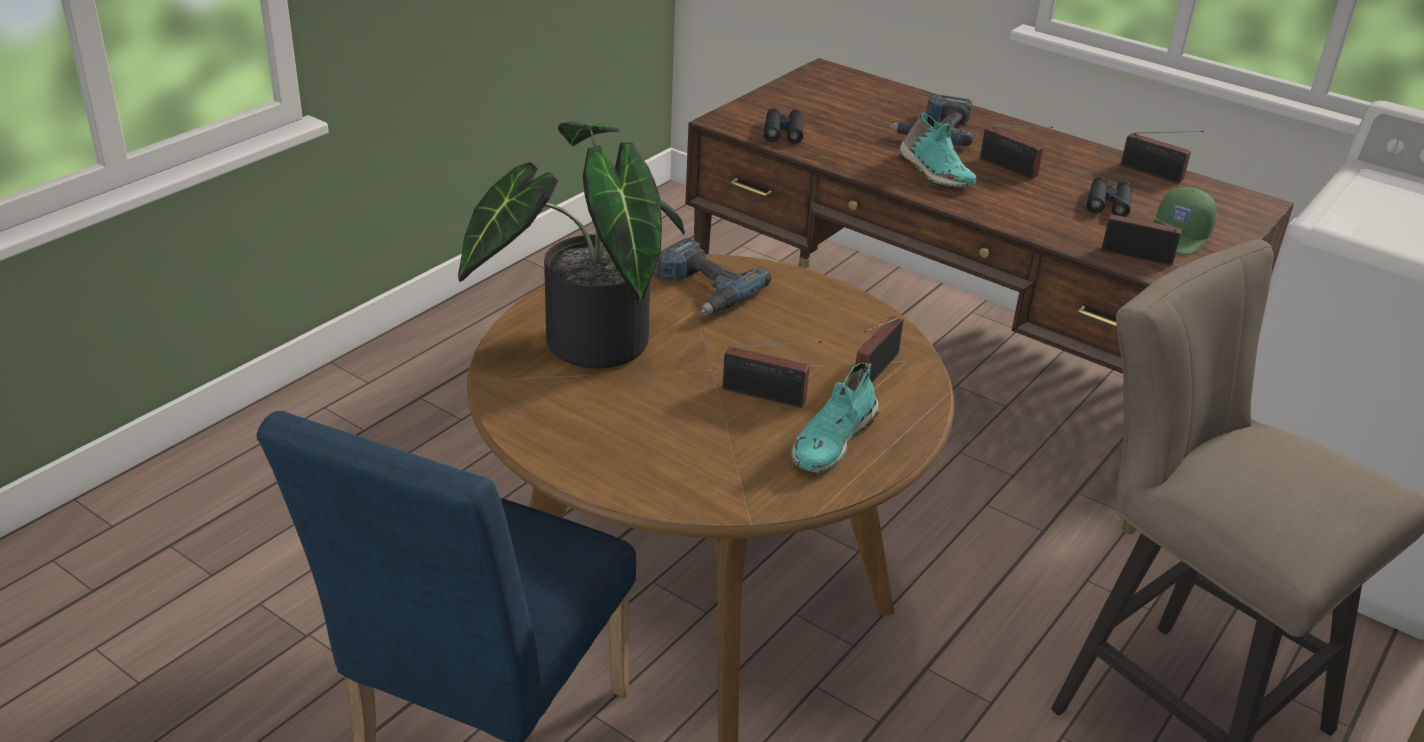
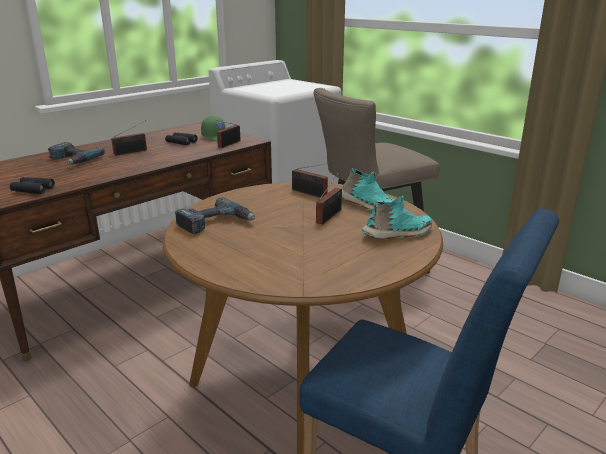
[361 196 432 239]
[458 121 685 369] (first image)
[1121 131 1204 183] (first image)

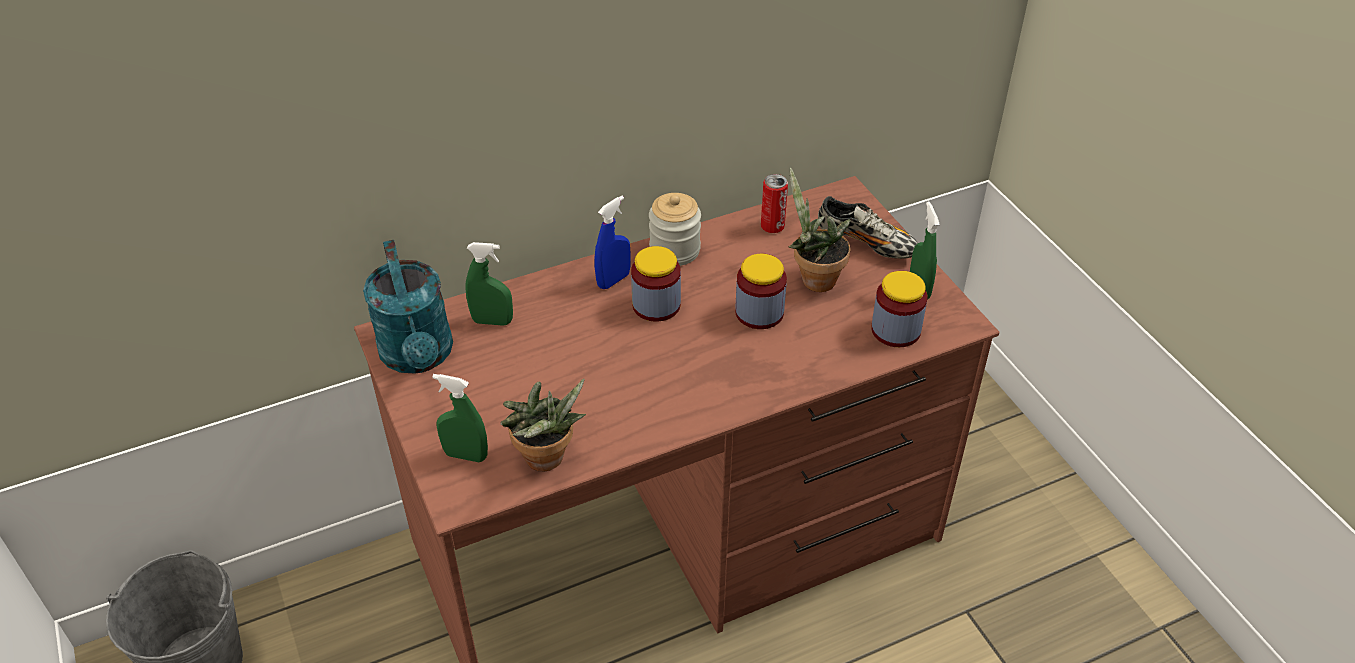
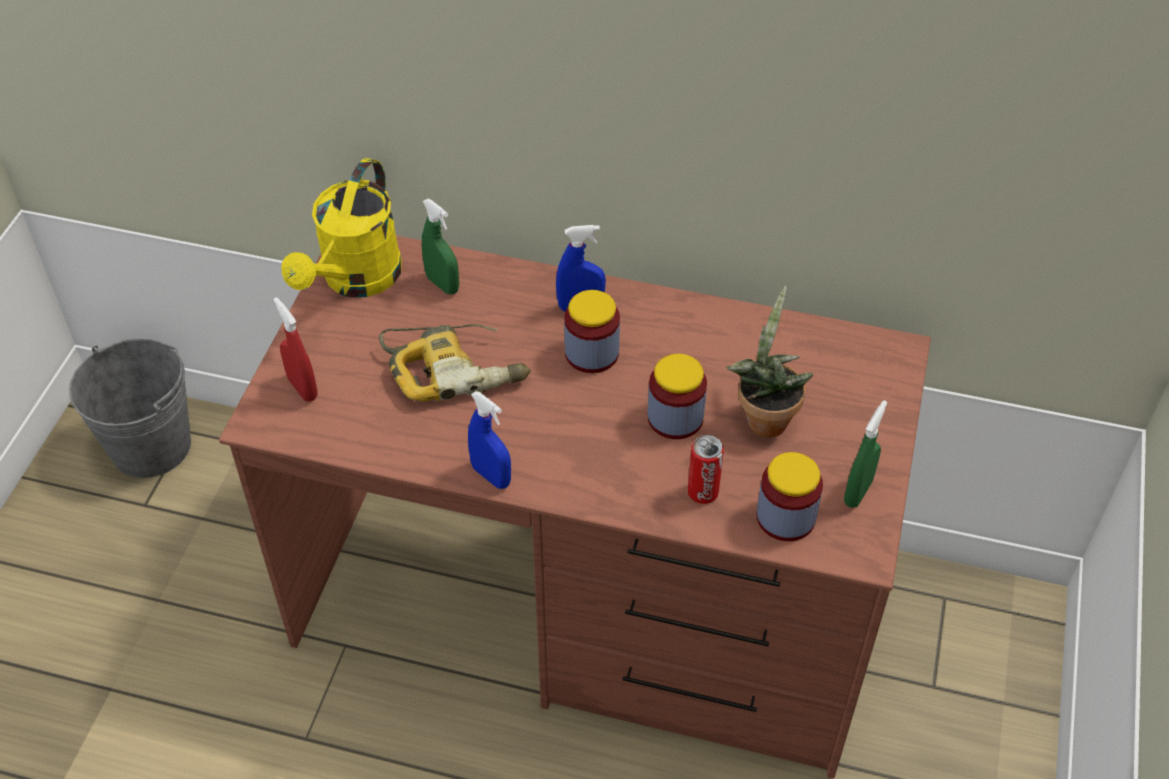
[688 435 724 504]
[649 193 701 266] (first image)
[818 196 918 259] (first image)
[281 158 402 298]
[273 297 318 402]
[501 379 586 471] (first image)
[379 324 531 402]
[468 391 511 489]

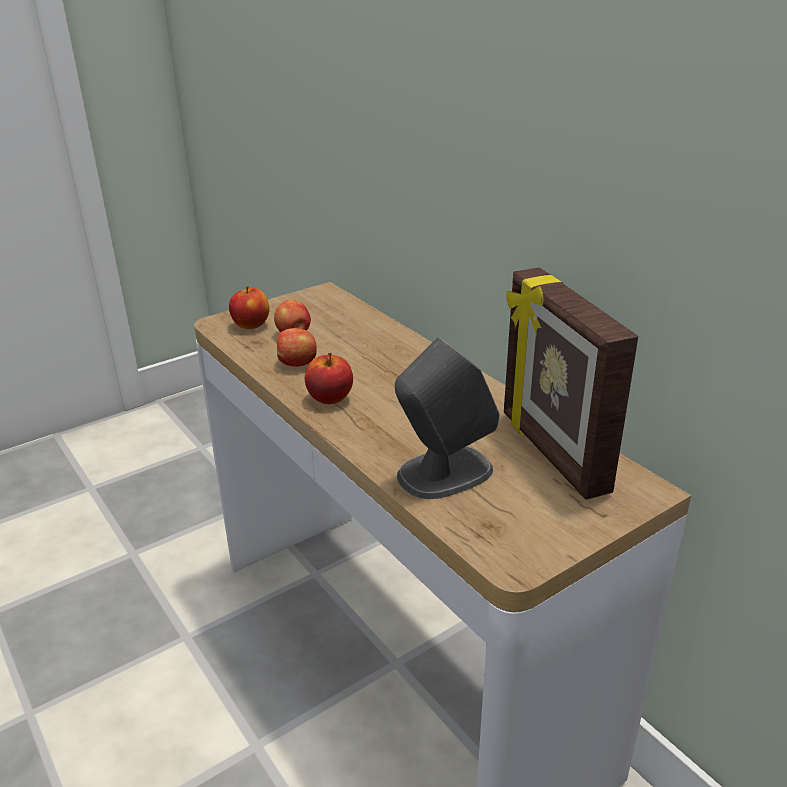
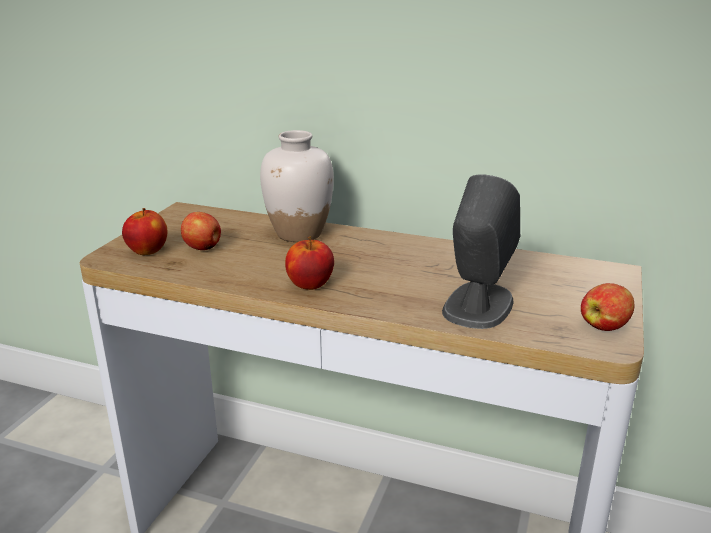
[504 267 638 500] (first image)
[581 283 634 331]
[260 130 334 242]

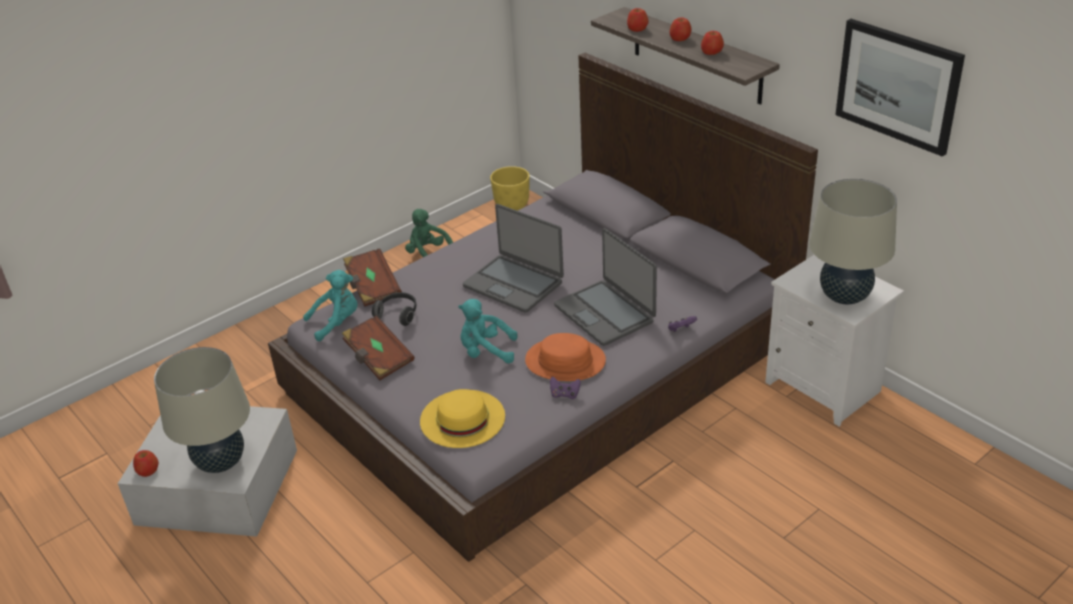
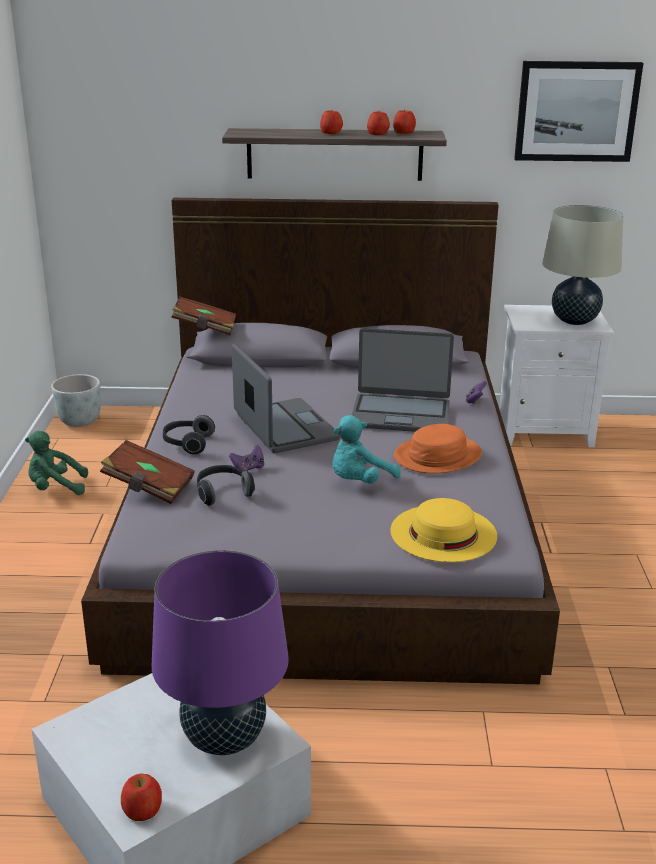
[393 109 416 134]
[51 374 101 427]
[232 344 340 453]
[303 270 358 341] (first image)
[171 296 236 335]
[152 550 289 755]
[229 445 264 471]
[163 415 215 454]

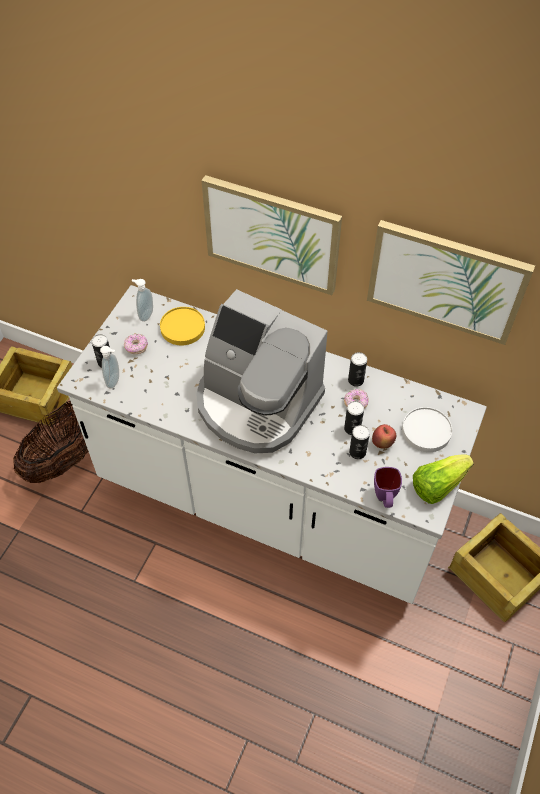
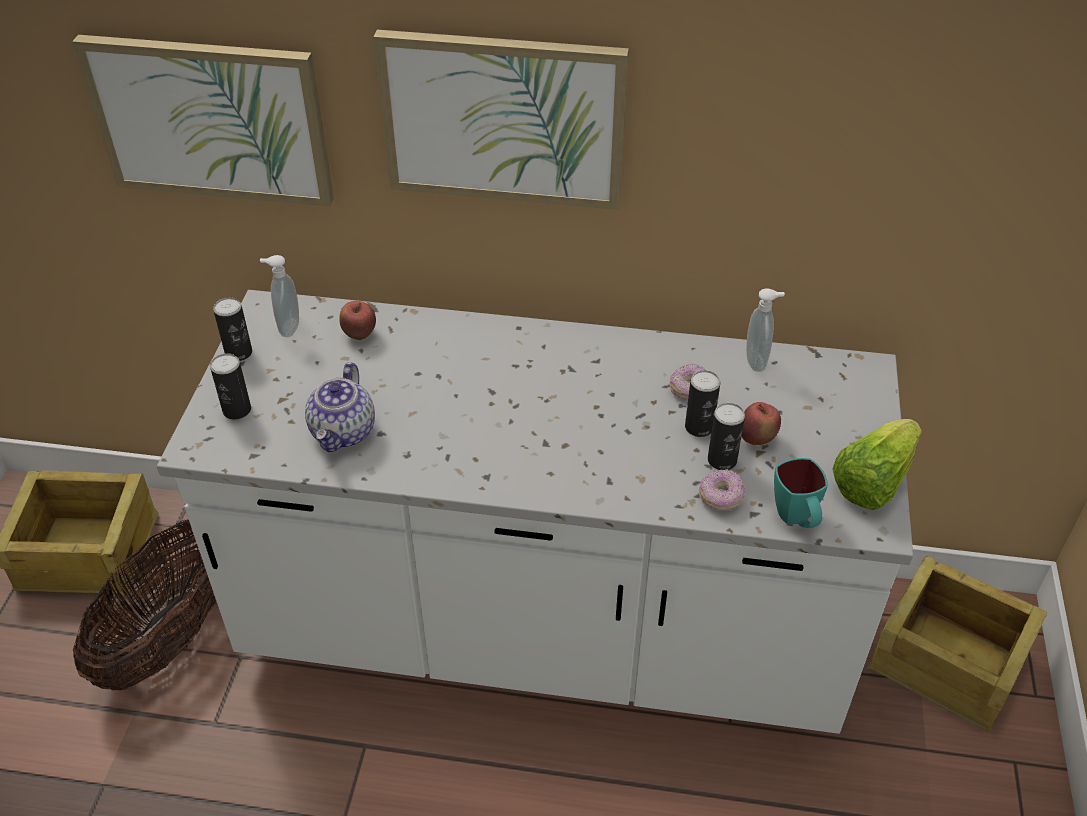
[72 35 334 207]
[196 289 327 453] (first image)
[339 301 376 340]
[699 469 745 510]
[746 288 785 372]
[213 297 252 361]
[402 407 452 452] (first image)
[774 458 828 528]
[305 362 375 452]

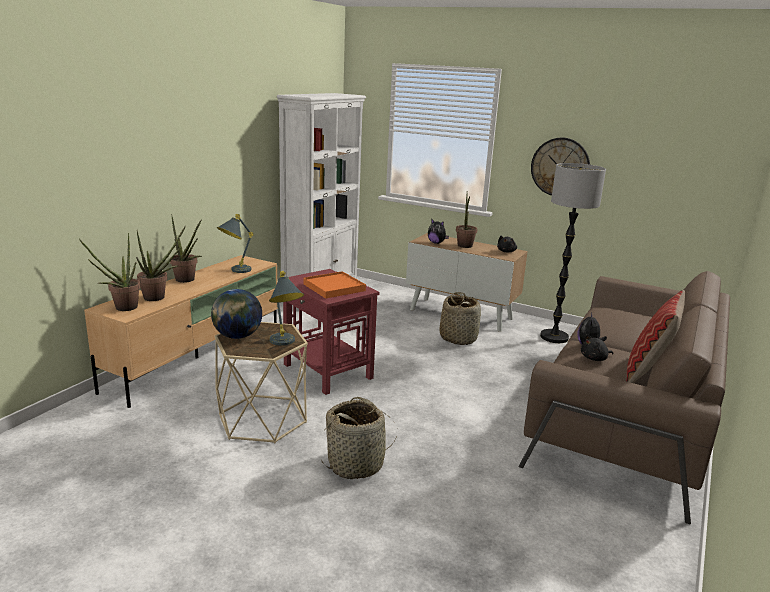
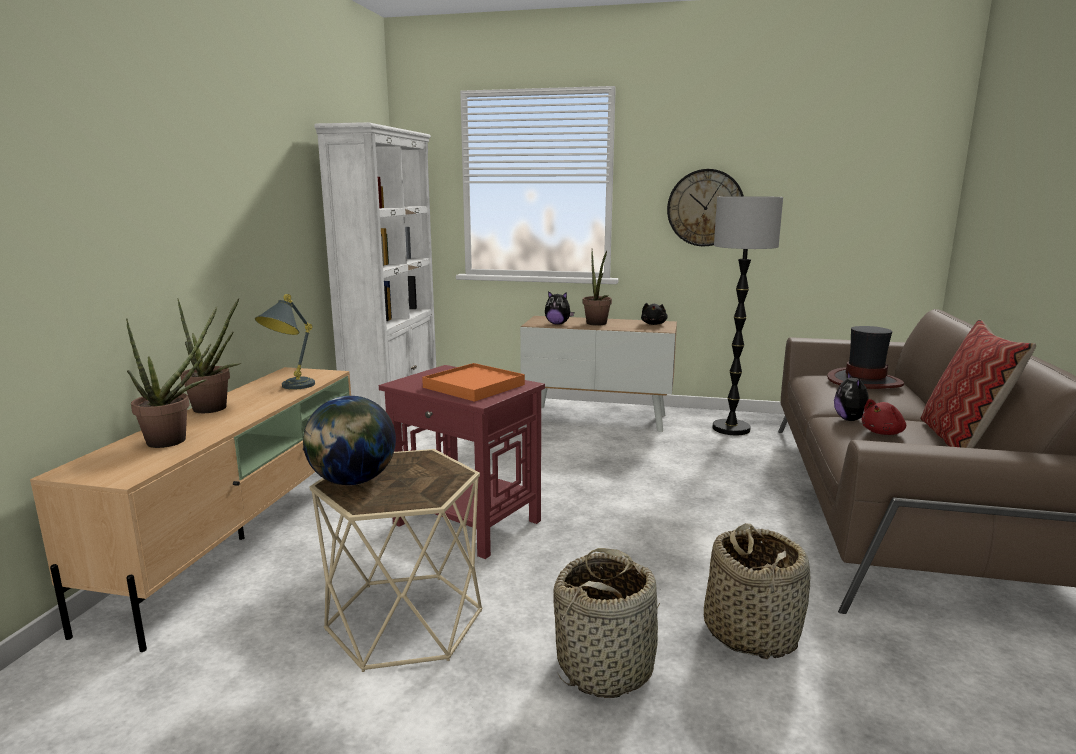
[79 233 141 311] (first image)
[269 271 304 346] (first image)
[704 523 810 659]
[861 399 906 435]
[827 326 904 389]

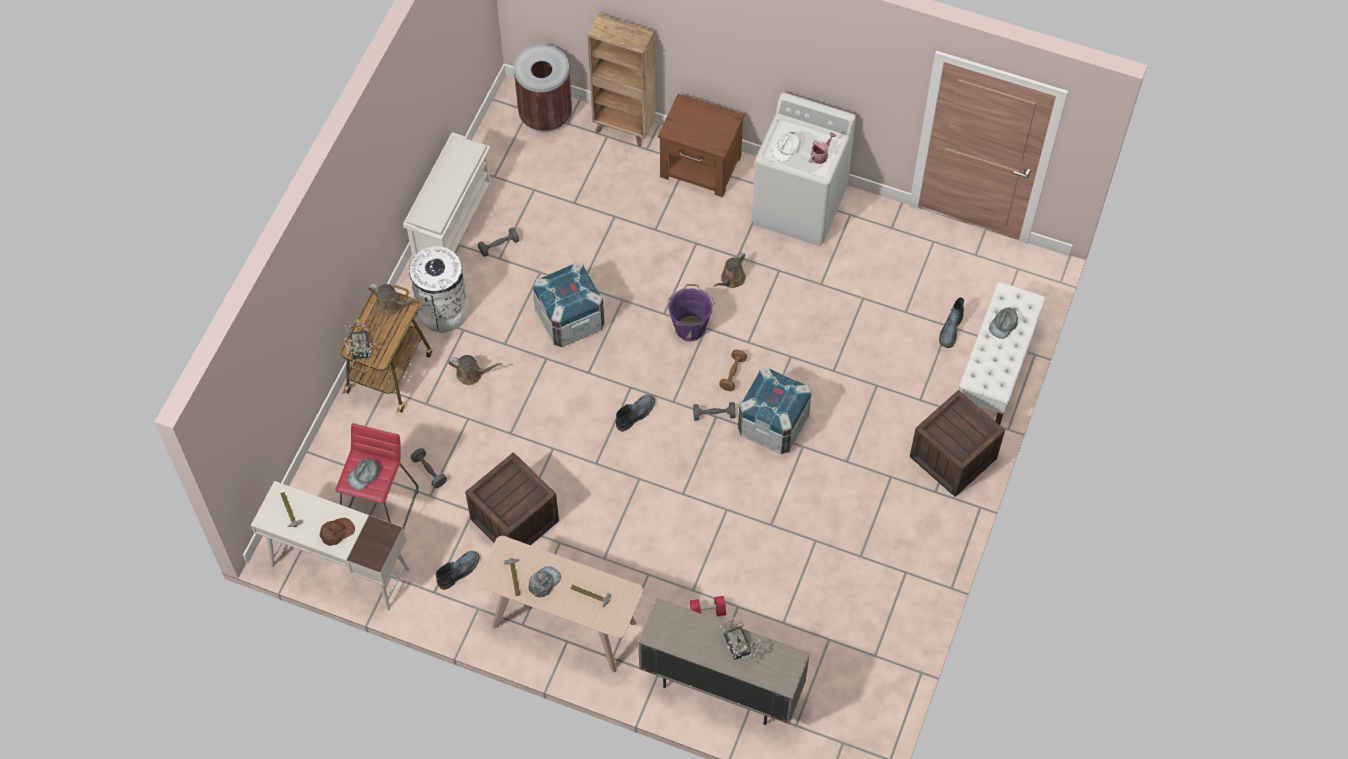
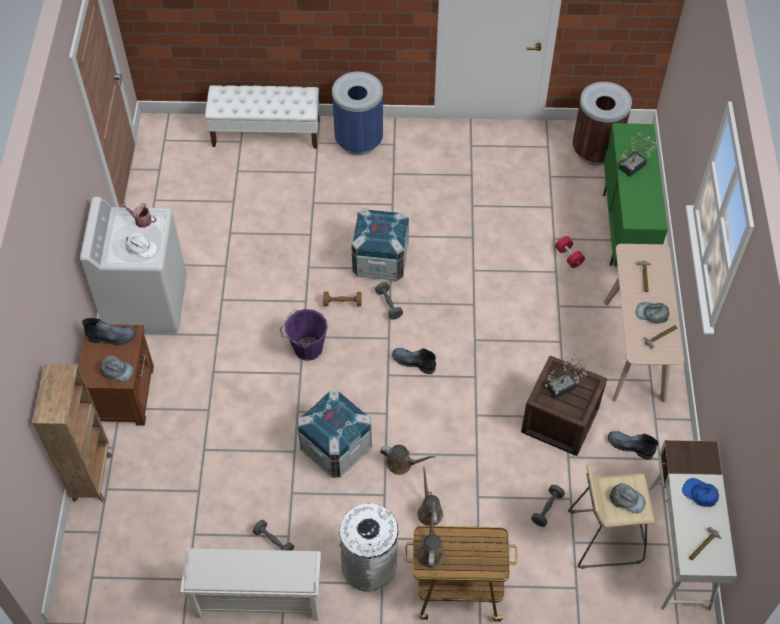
[573 81 632 166]
[380 445 435 475]
[82 318 136 345]
[100 356 134 382]
[545 354 588 399]
[332 71 383 155]
[568 464 655 569]
[682 478 719 507]
[603 123 668 266]

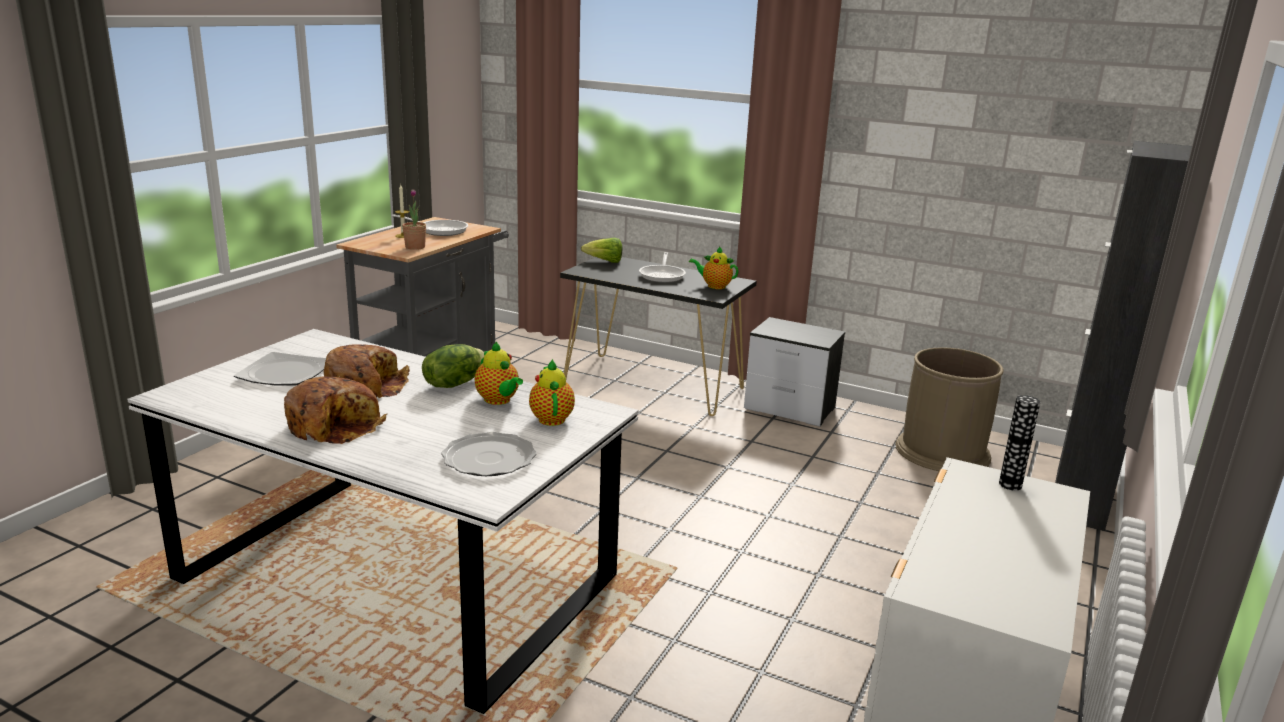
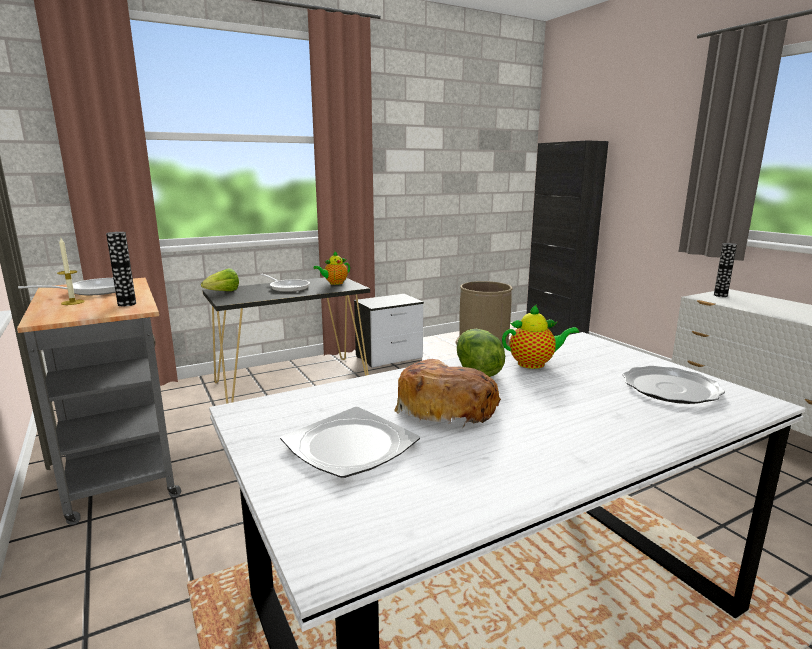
[106 232 136 306]
[529 359 575 426] (first image)
[284 376 387 444] (first image)

